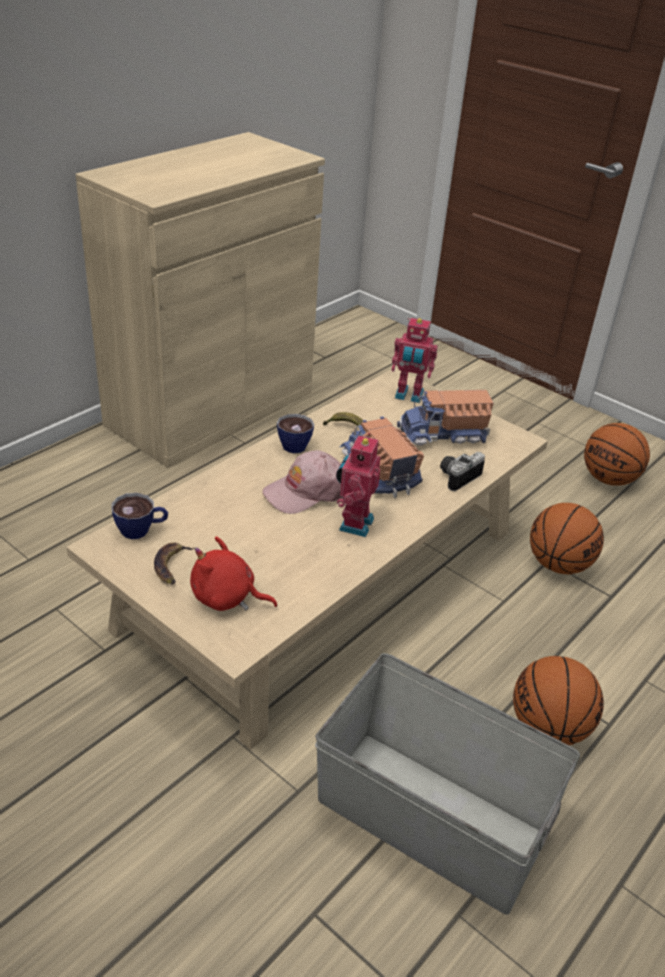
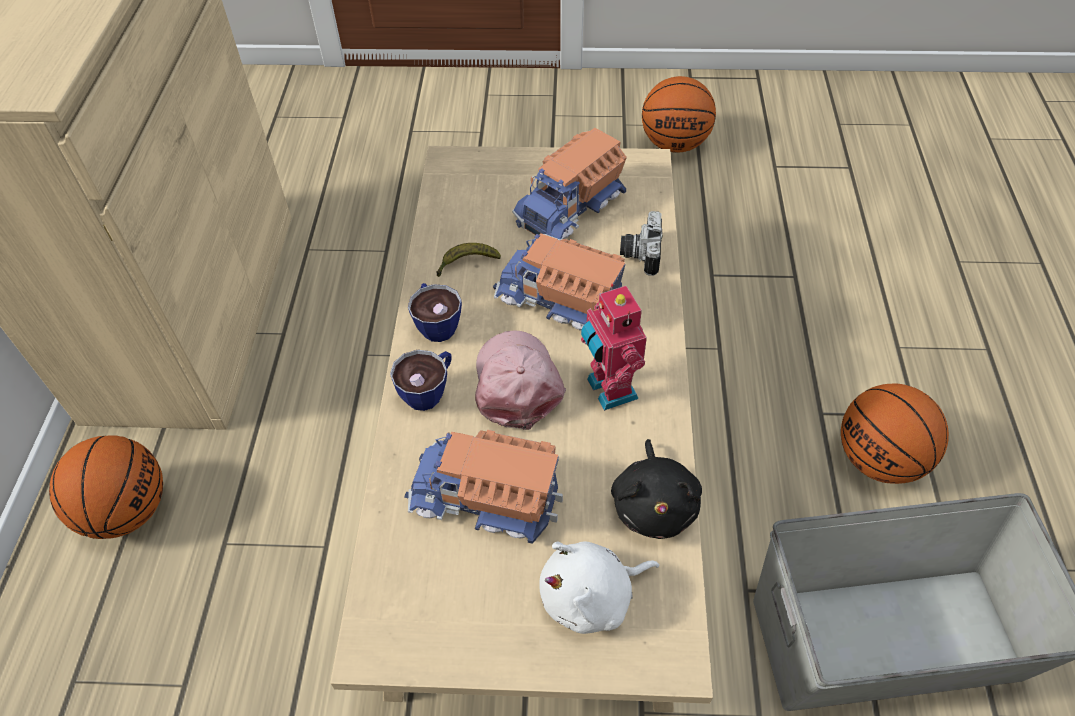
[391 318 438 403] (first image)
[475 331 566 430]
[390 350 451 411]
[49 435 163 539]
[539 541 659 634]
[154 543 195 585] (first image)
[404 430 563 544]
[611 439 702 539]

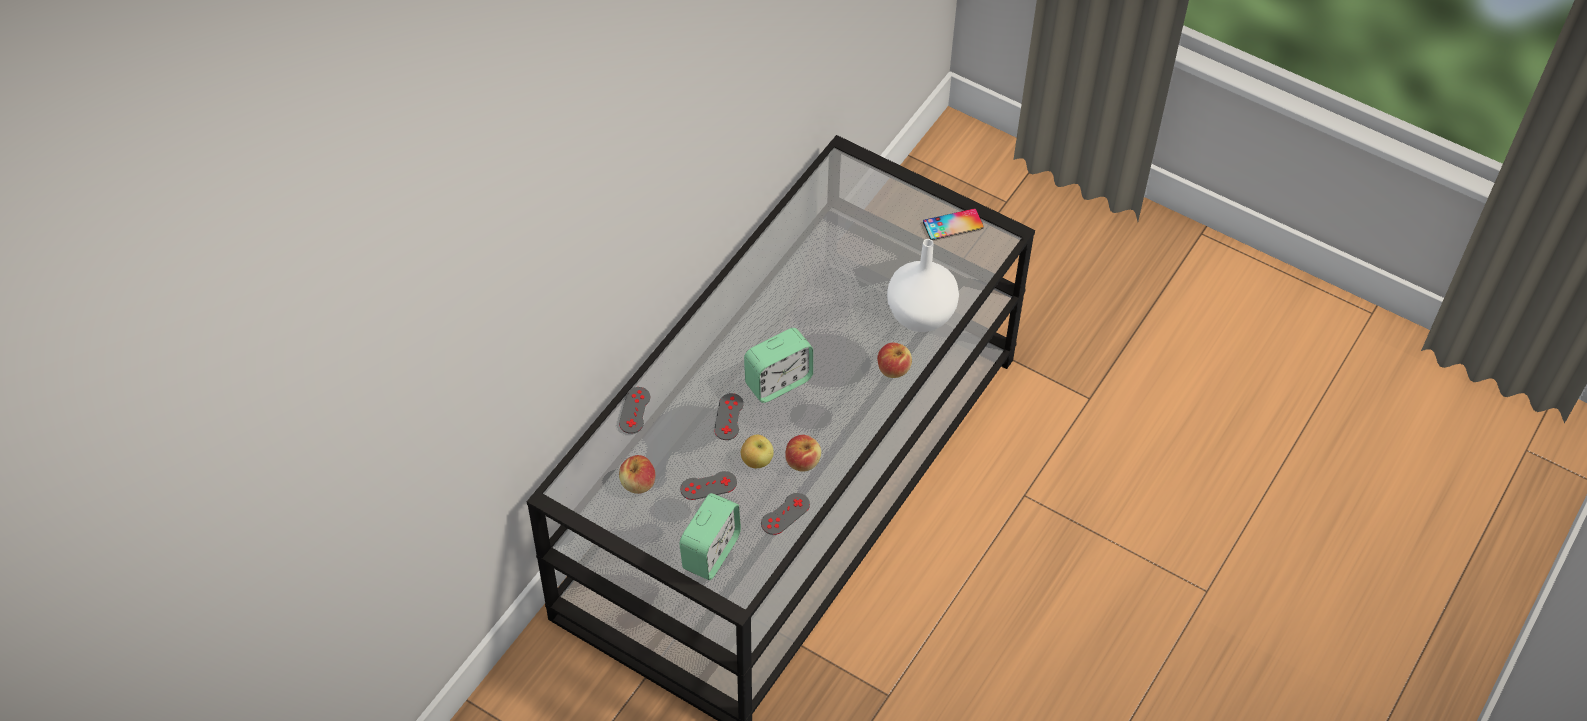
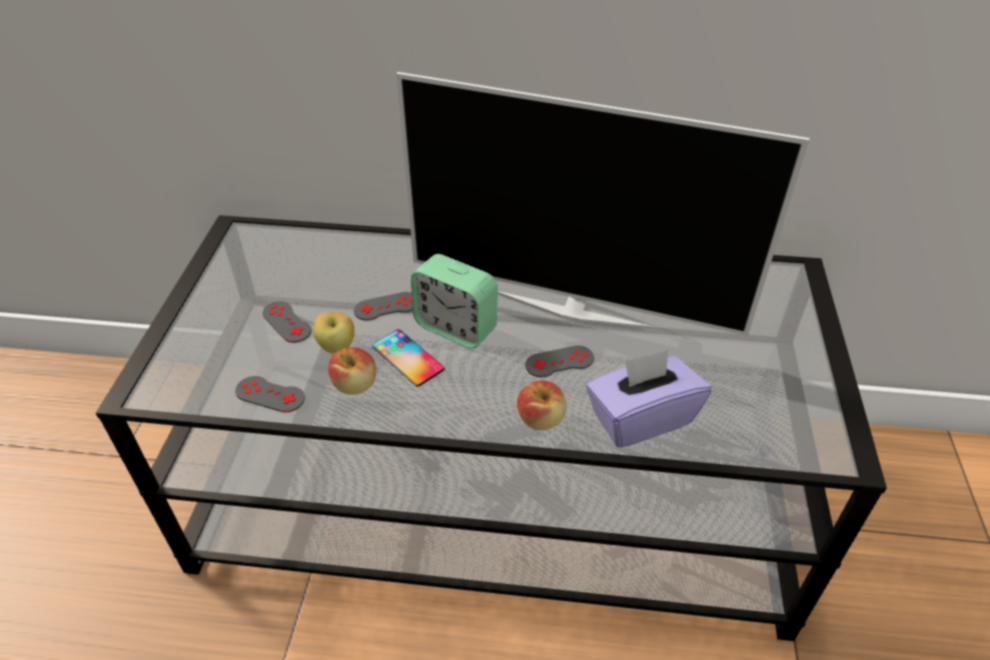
[372 329 445 387]
[586 349 711 448]
[525 345 594 377]
[619 455 655 494] (first image)
[679 493 741 580] (first image)
[396 72 809 336]

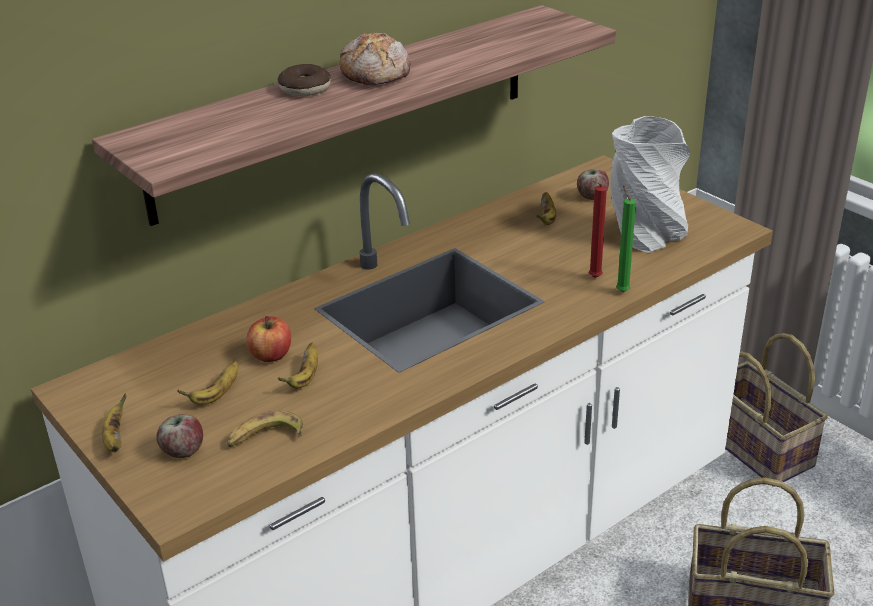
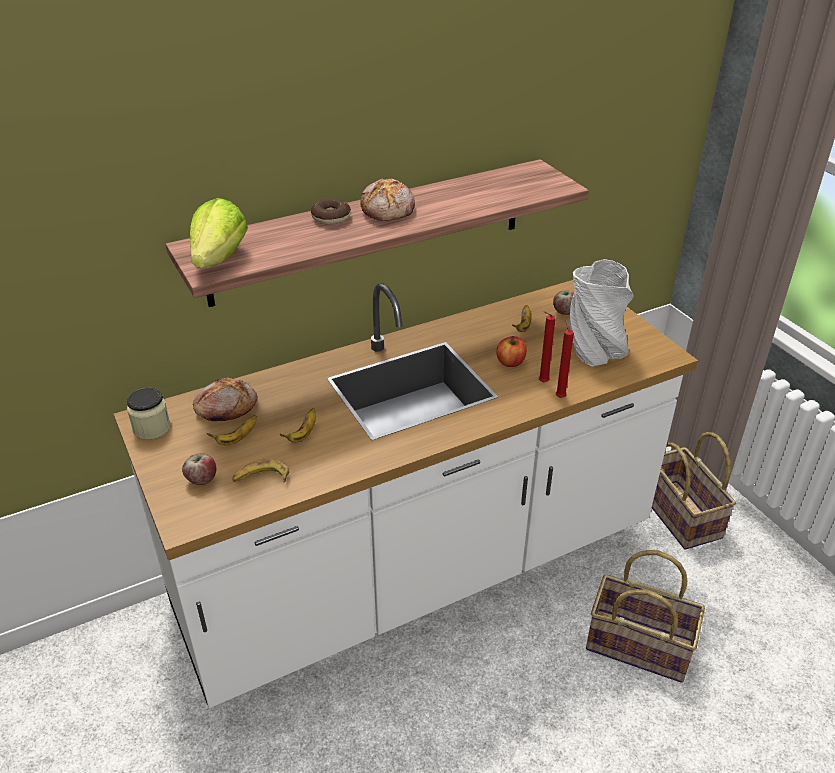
[556 319 574 398]
[496 336 527 367]
[102 394 126 452] (first image)
[190 198 248 268]
[193 378 258 421]
[127 388 171 440]

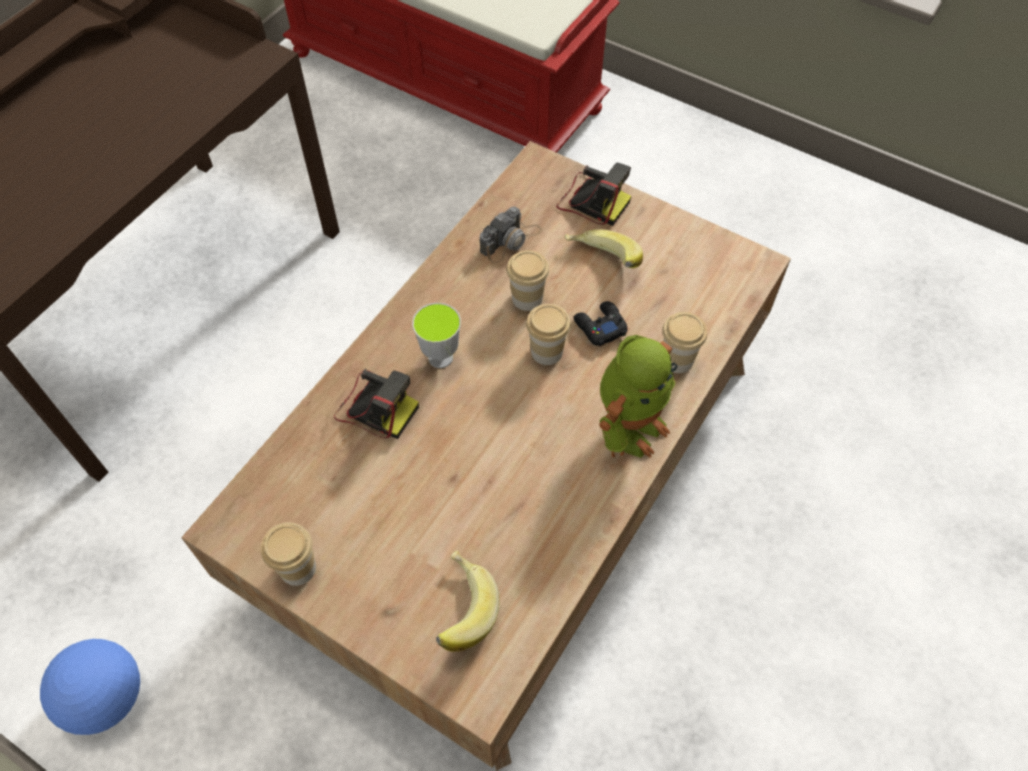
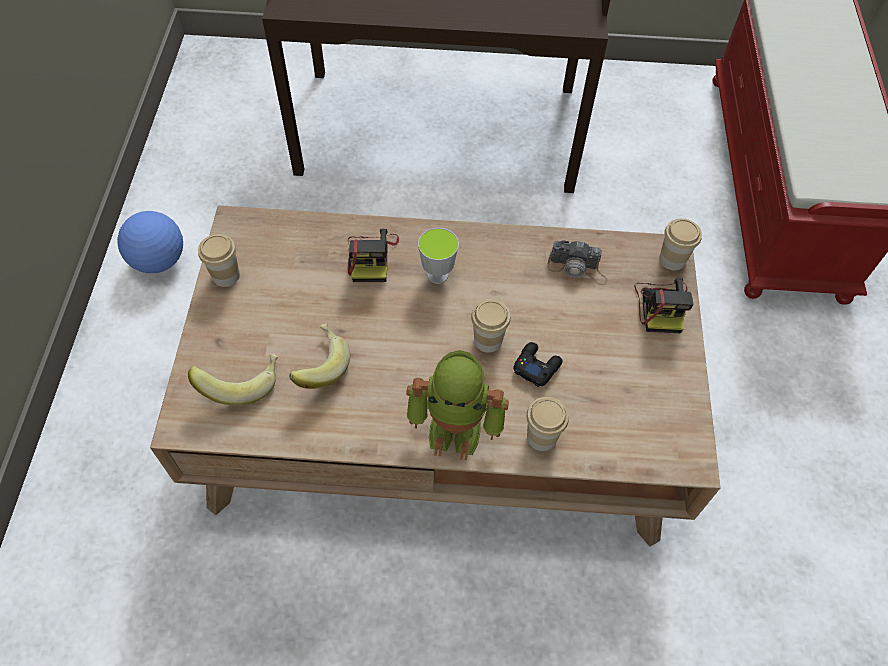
[289 323 350 389]
[659 218 702 270]

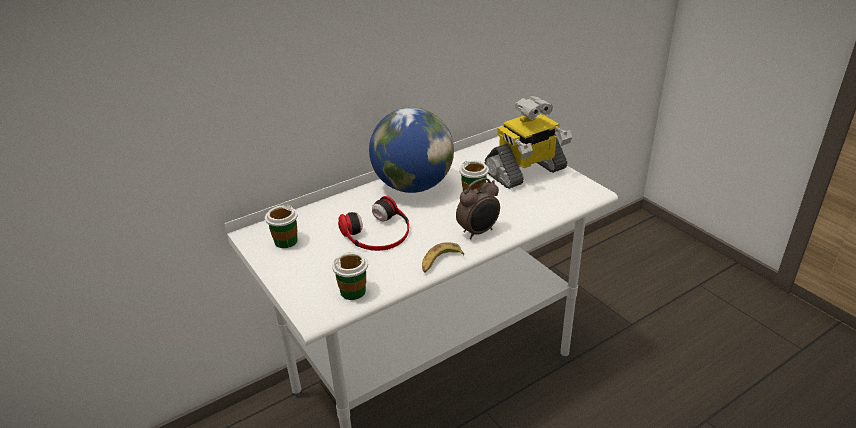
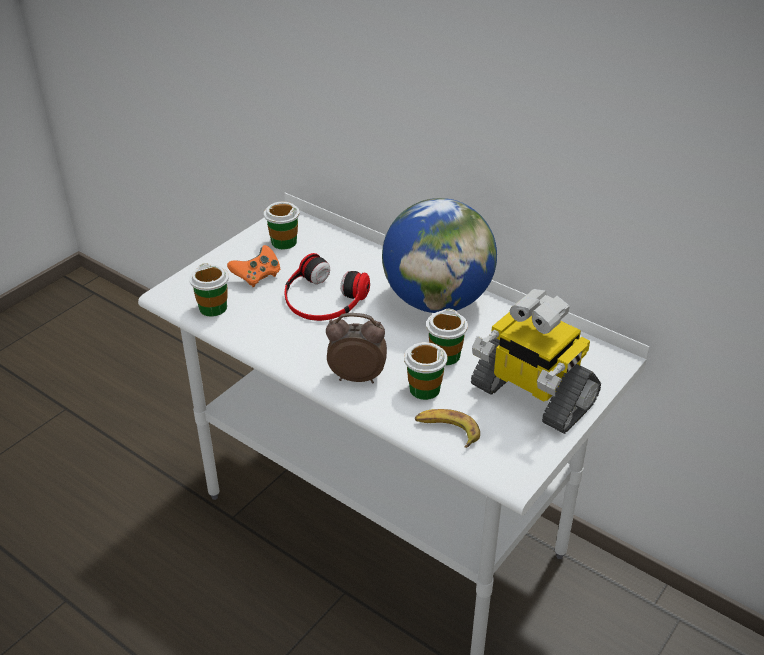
[326 313 387 383]
[415 409 480 448]
[227 245 280 287]
[404 342 447 400]

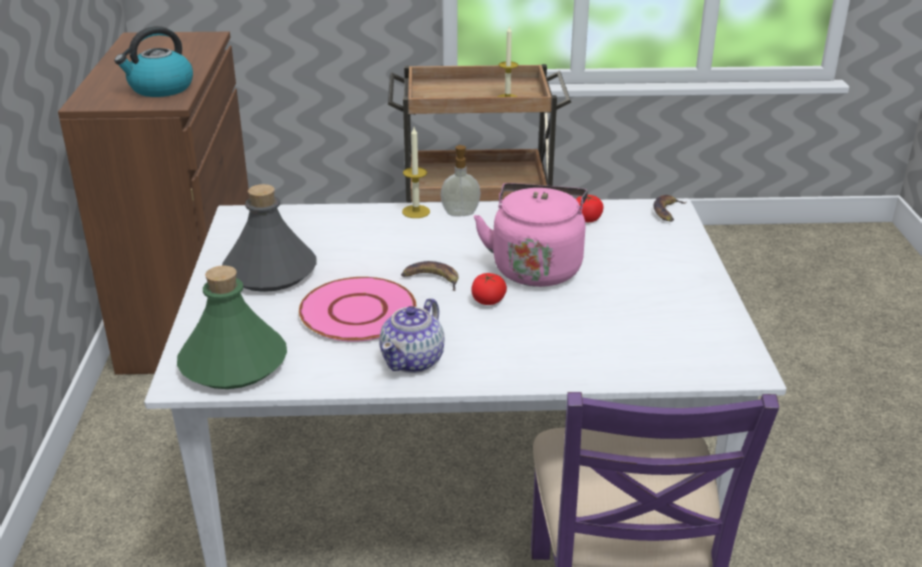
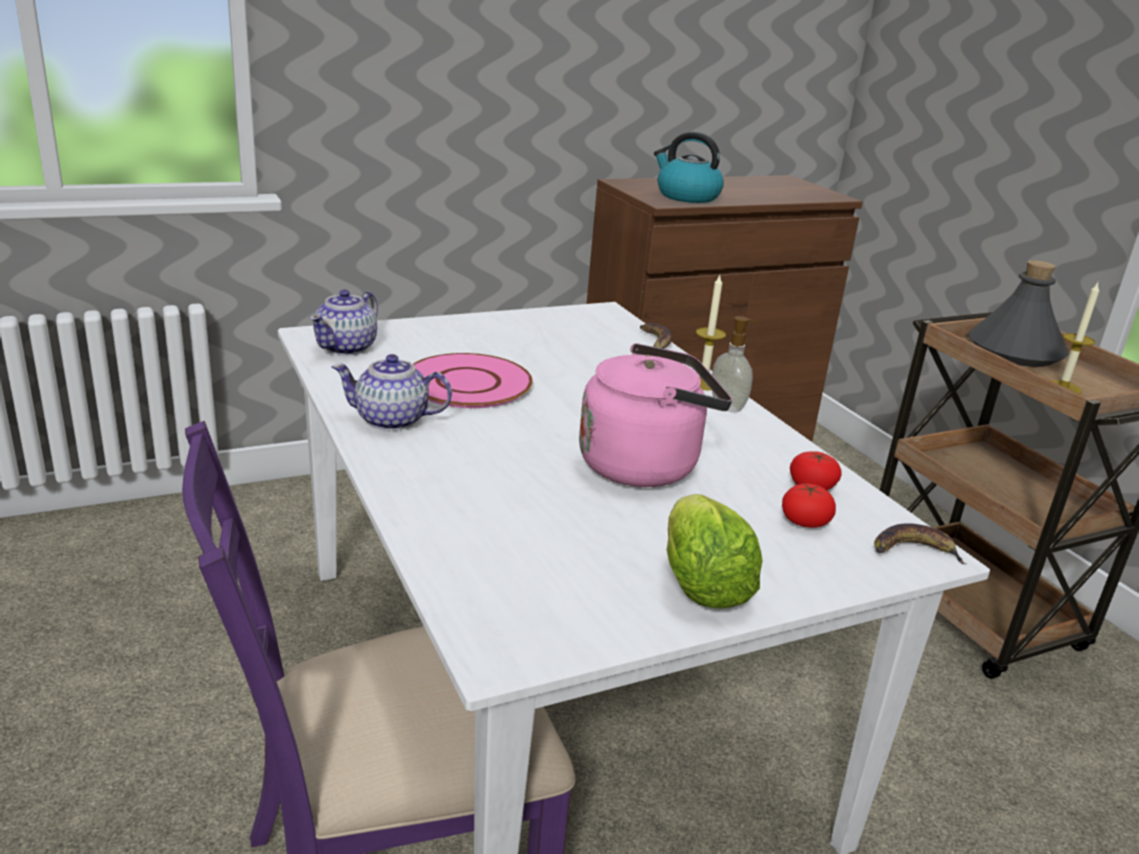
[969 260 1069 367]
[640 323 672 349]
[310 290 378 356]
[782 482 836 528]
[667 494 762 609]

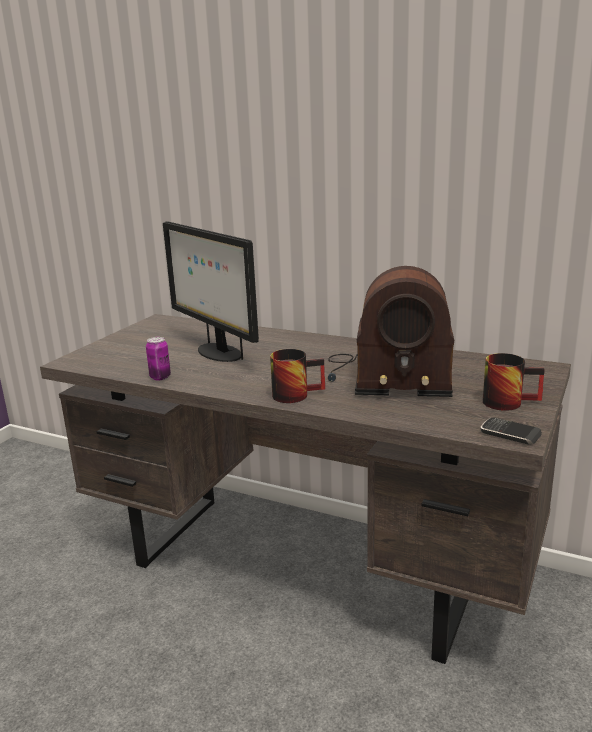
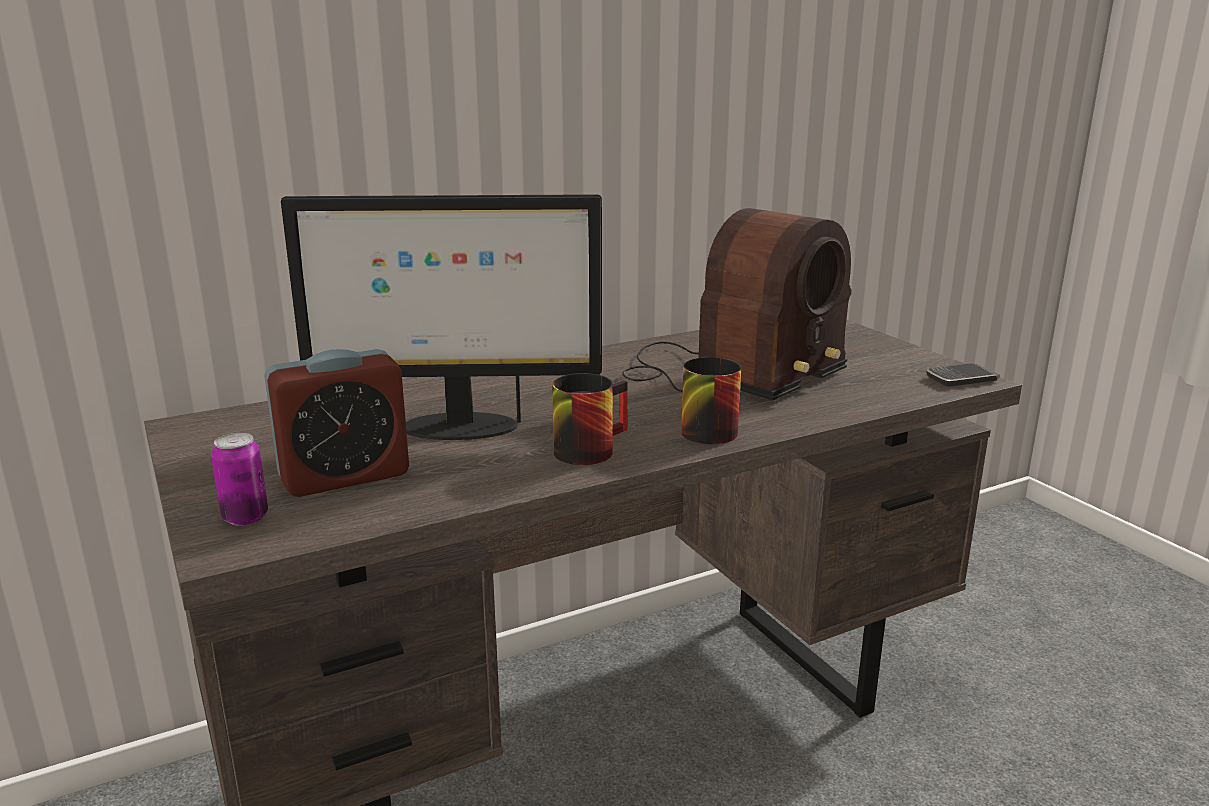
[211 433 268 526]
[552 373 628 465]
[264 349 409 497]

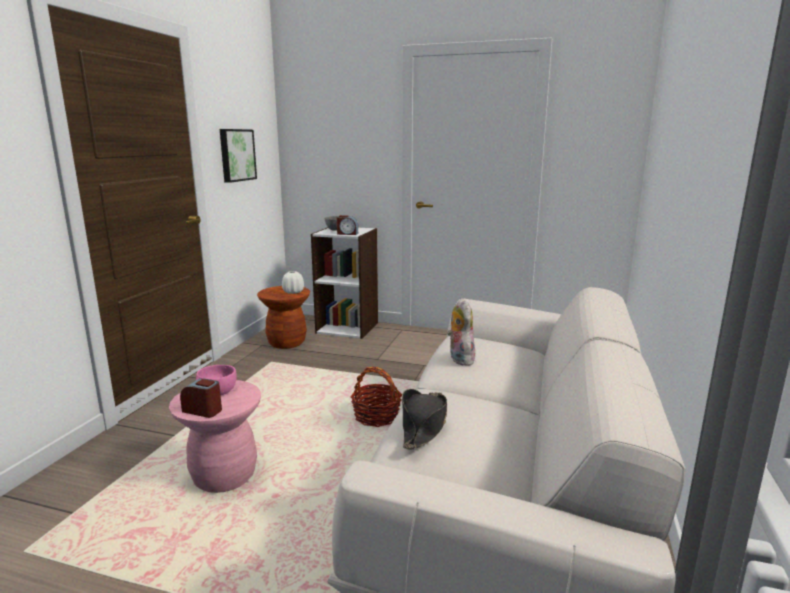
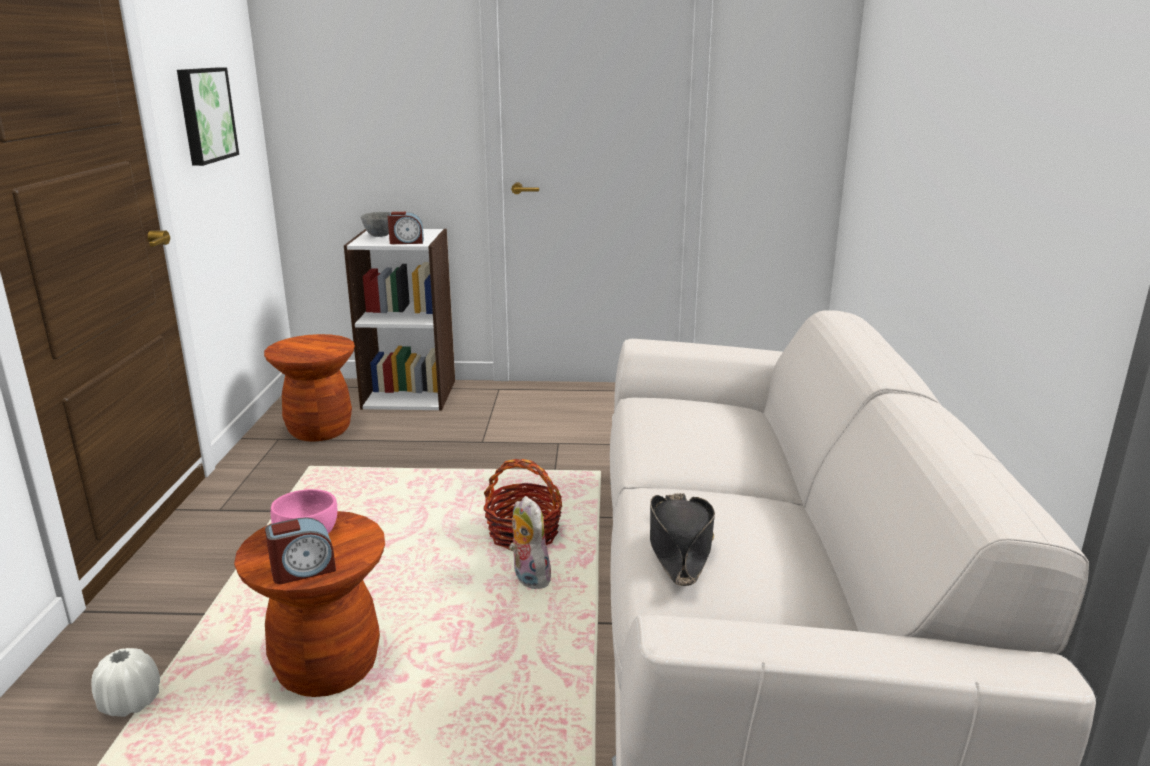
[92 648 160 717]
[509 496 551 589]
[265 517 336 584]
[234 511 385 697]

